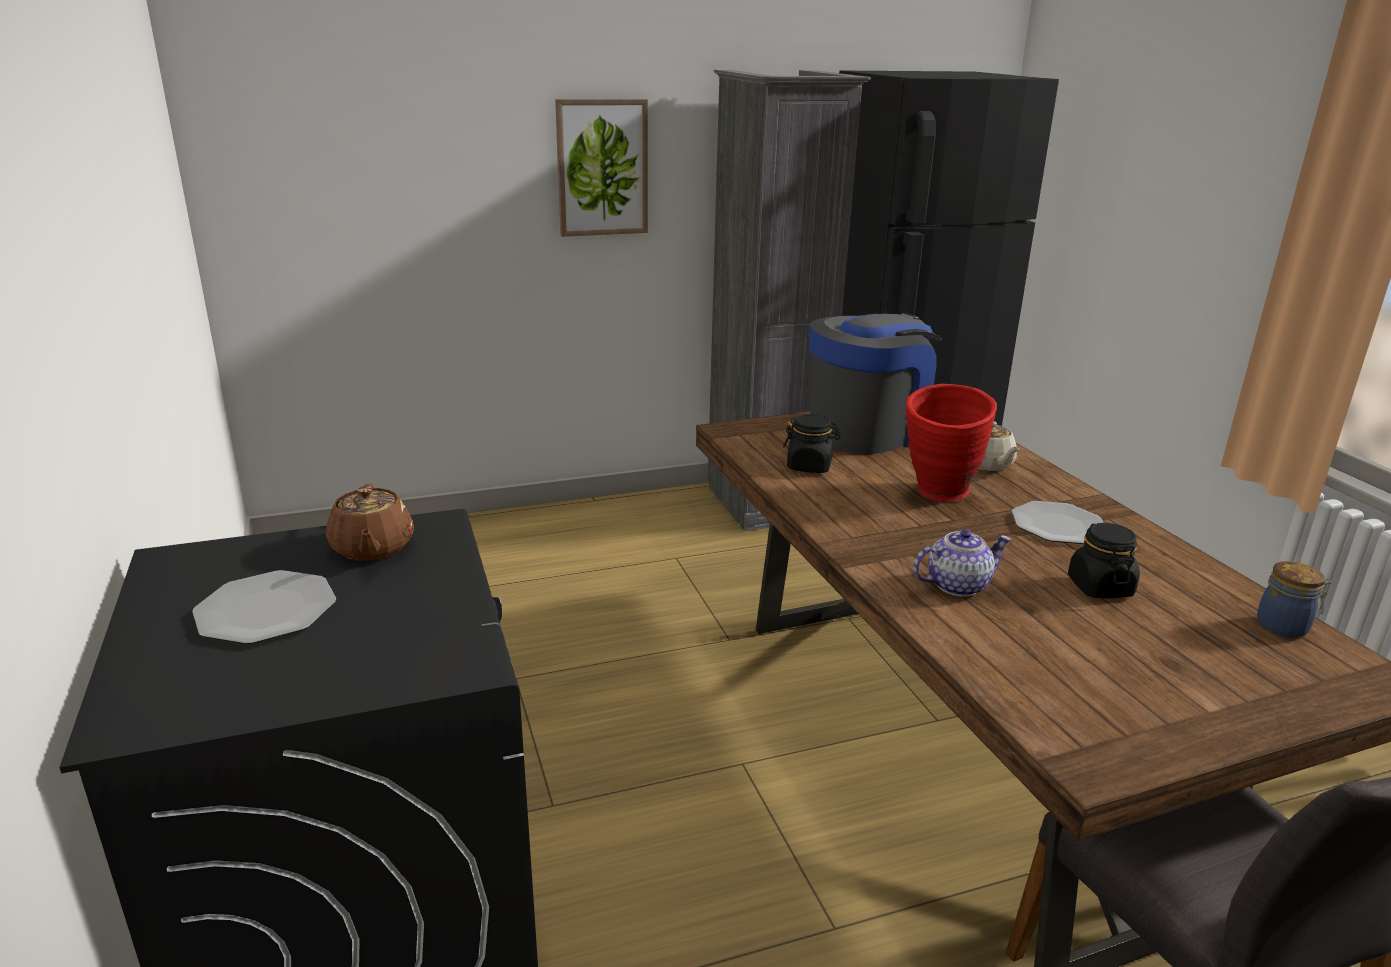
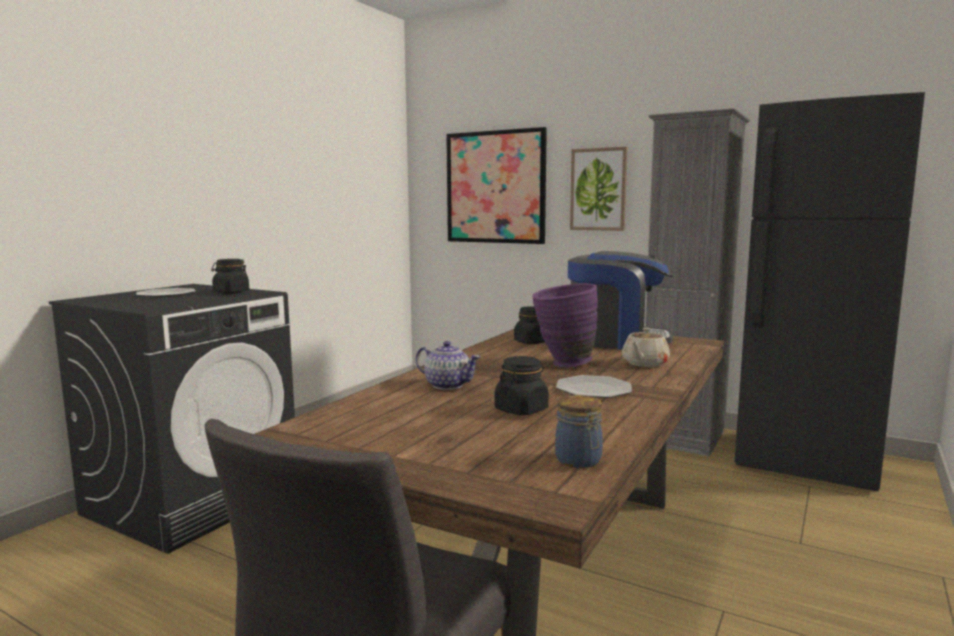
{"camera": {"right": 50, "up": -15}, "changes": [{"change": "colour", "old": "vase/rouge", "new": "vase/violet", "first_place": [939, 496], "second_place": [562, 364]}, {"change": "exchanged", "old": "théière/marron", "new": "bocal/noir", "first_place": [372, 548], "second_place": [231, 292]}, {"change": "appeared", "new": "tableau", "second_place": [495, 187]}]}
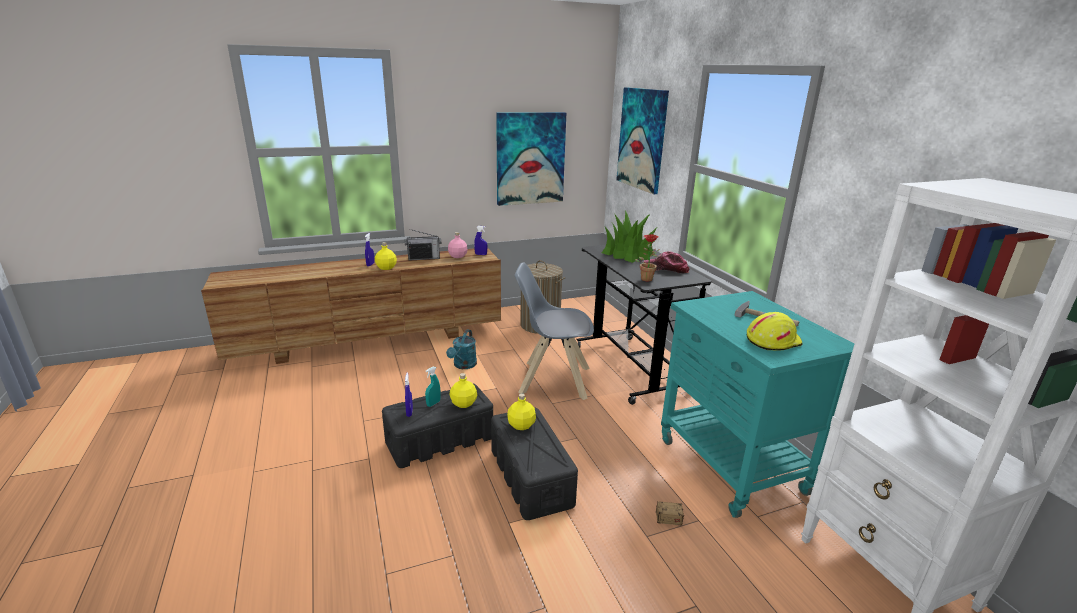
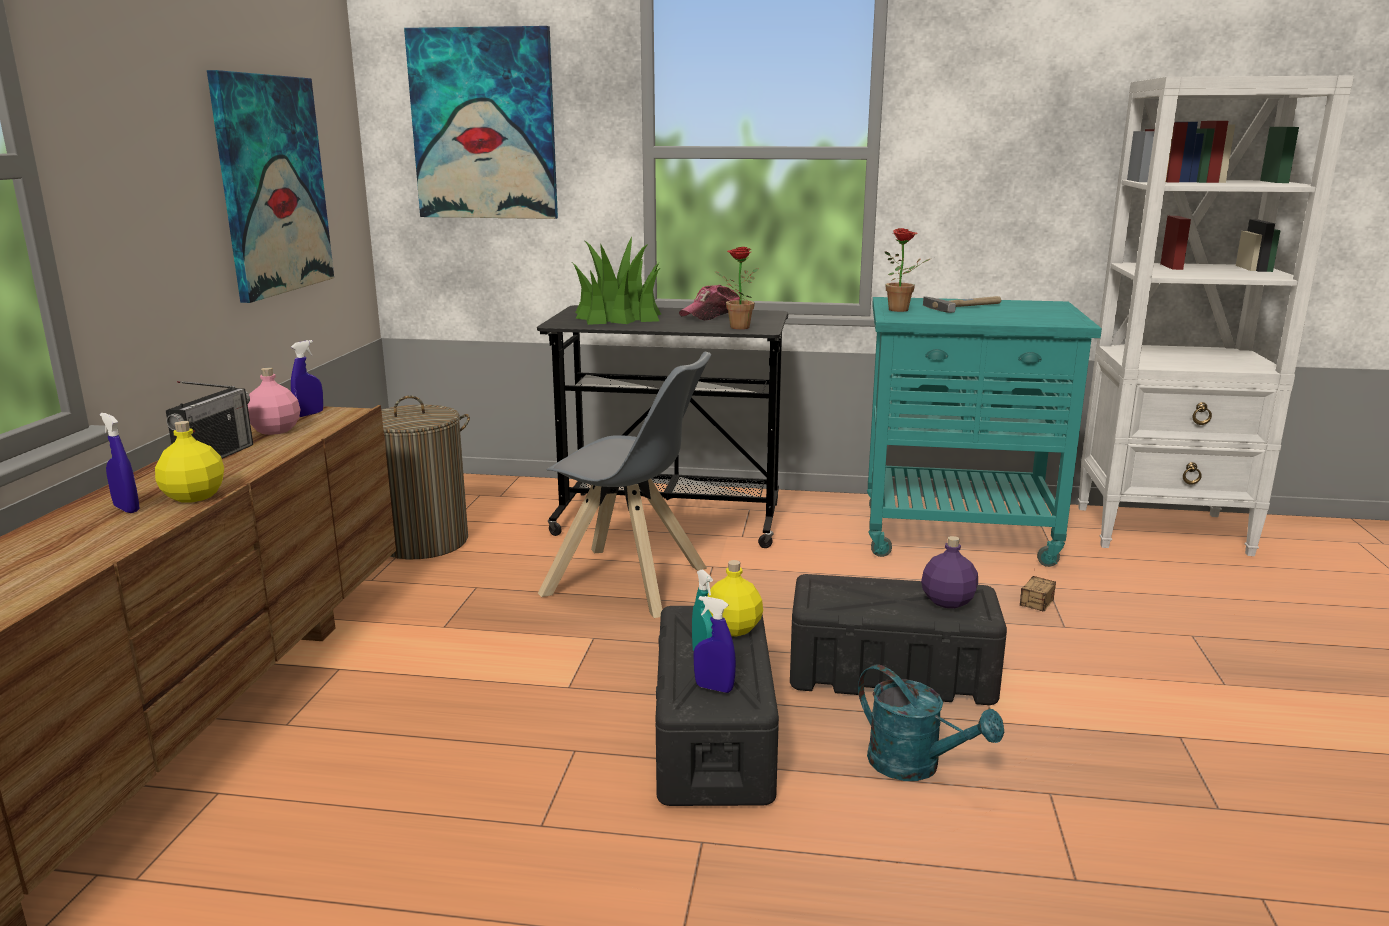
{"camera": {"right": -60, "up": -5}, "changes": [{"change": "spun", "old": "chaise/gris", "first_place": [552, 380], "second_place": [629, 583], "degrees": -105}, {"change": "missing", "old": "casque de chantier/jaune", "first_place": [772, 340]}, {"change": "relocated", "old": "arrosoir/turquoise", "first_place": [463, 365], "second_place": [915, 766]}, {"change": "missing", "old": "bouteille/jaune", "first_place": [521, 425]}, {"change": "appeared", "new": "plante en pot", "second_place": [903, 310]}, {"change": "appeared", "new": "bouteille/violet", "second_place": [948, 601]}]}
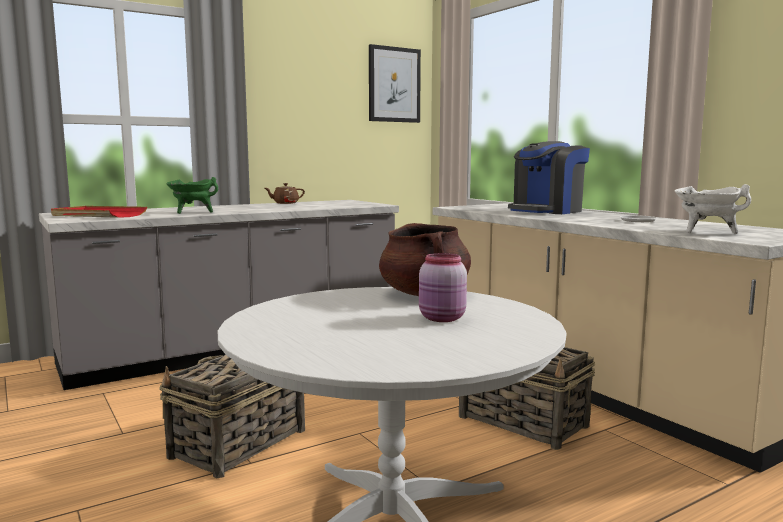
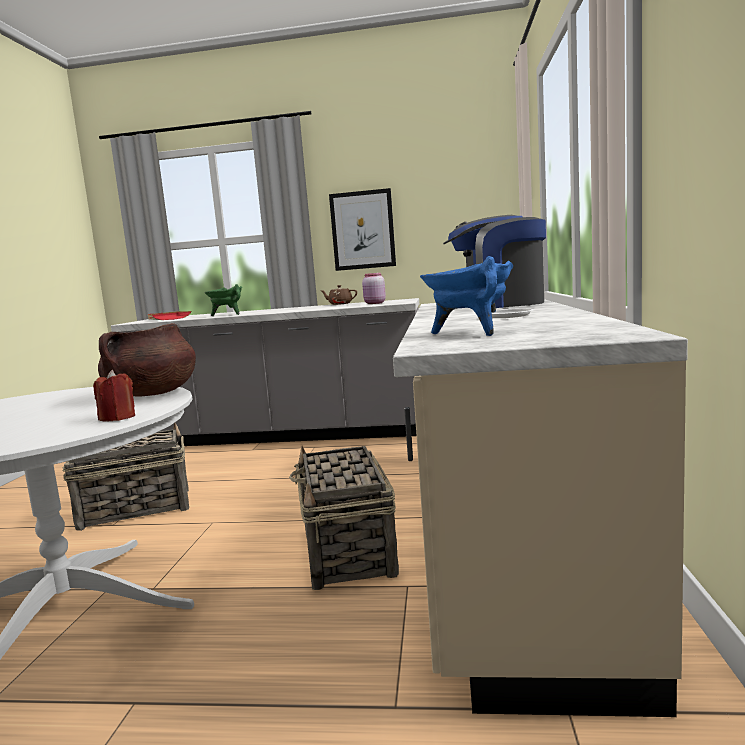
{"camera": {"right": 40, "up": 0}, "changes": [{"change": "relocated", "old": "tableau", "first_place": [394, 85], "second_place": [363, 230]}, {"change": "colour", "old": "marmite/blanc", "new": "marmite/bleu", "first_place": [706, 232], "second_place": [470, 333]}, {"change": "relocated", "old": "bocal/rose", "first_place": [442, 318], "second_place": [374, 303]}, {"change": "appeared", "new": "bougie/rouge", "second_place": [118, 418]}]}
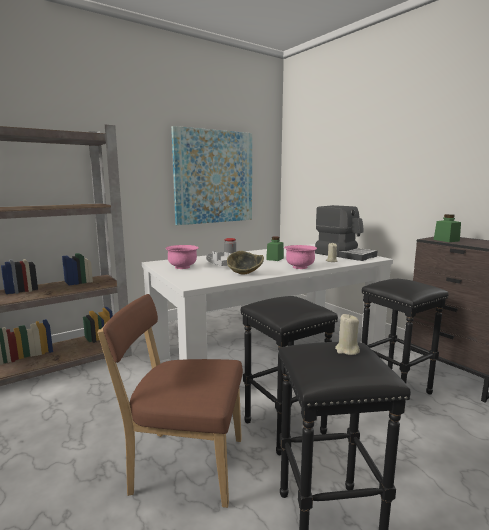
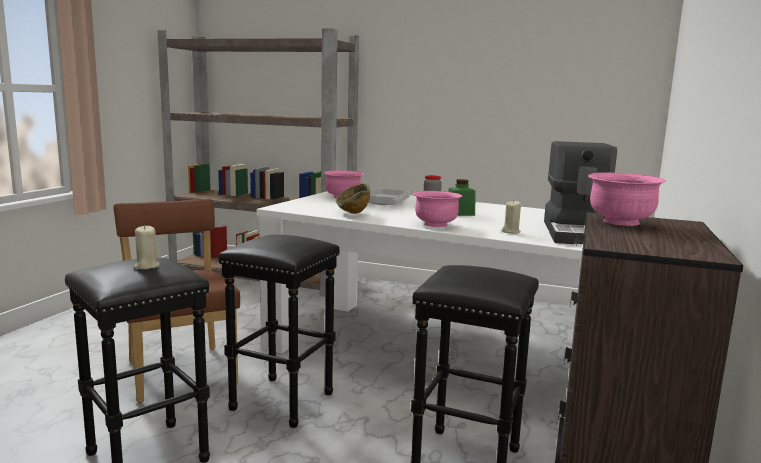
{"camera": {"right": 55, "up": 0}, "changes": [{"change": "missing", "old": "tableau", "first_place": [214, 177]}, {"change": "exchanged", "old": "bocal/vert", "new": "bol/rose", "first_place": [446, 240], "second_place": [620, 222]}]}
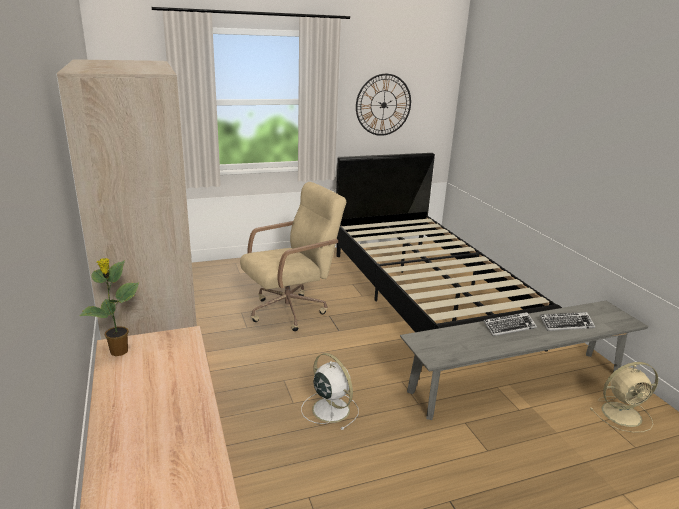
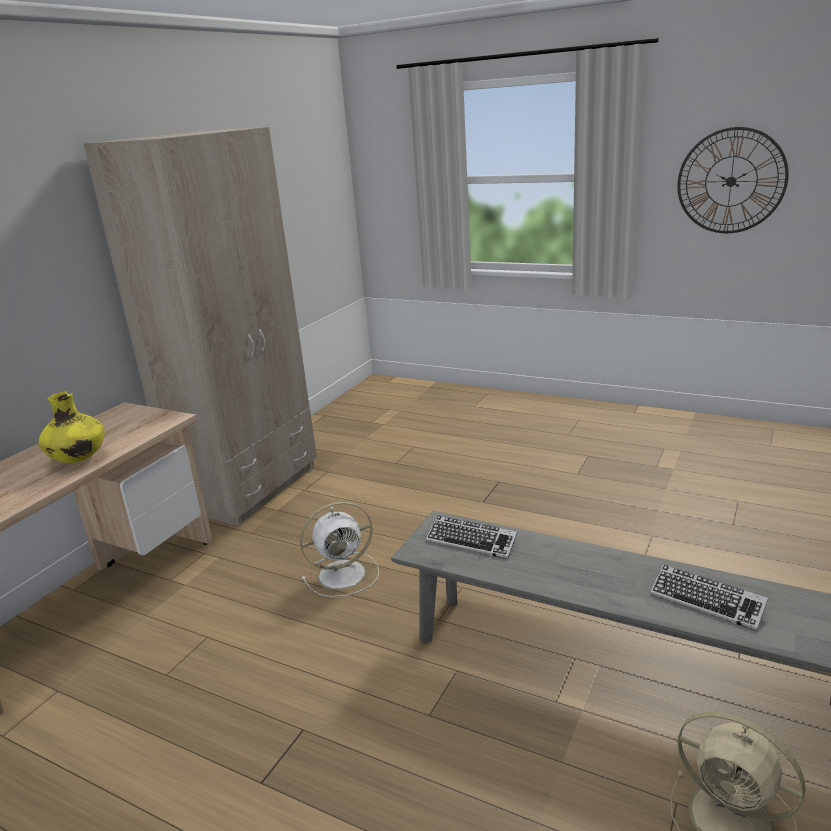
{"camera": {"right": 50, "up": 0}, "changes": [{"change": "missing", "old": "lit/noir", "first_place": [425, 295]}, {"change": "missing", "old": "chaise de bureau/beige", "first_place": [291, 311]}, {"change": "missing", "old": "plante en pot", "first_place": [119, 352]}, {"change": "relocated", "old": "clavier", "first_place": [509, 327], "second_place": [471, 541]}, {"change": "spun", "old": "ventilateur/blanc", "first_place": [329, 409], "second_place": [344, 574], "degrees": 60}, {"change": "appeared", "new": "vase/jaune", "second_place": [79, 459]}]}
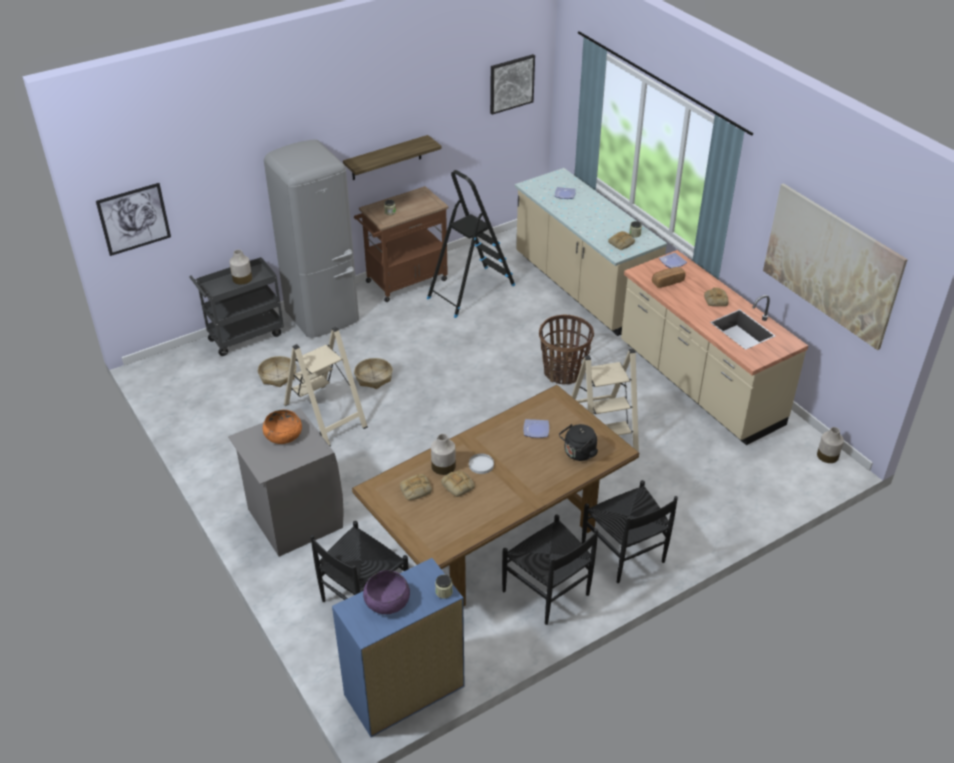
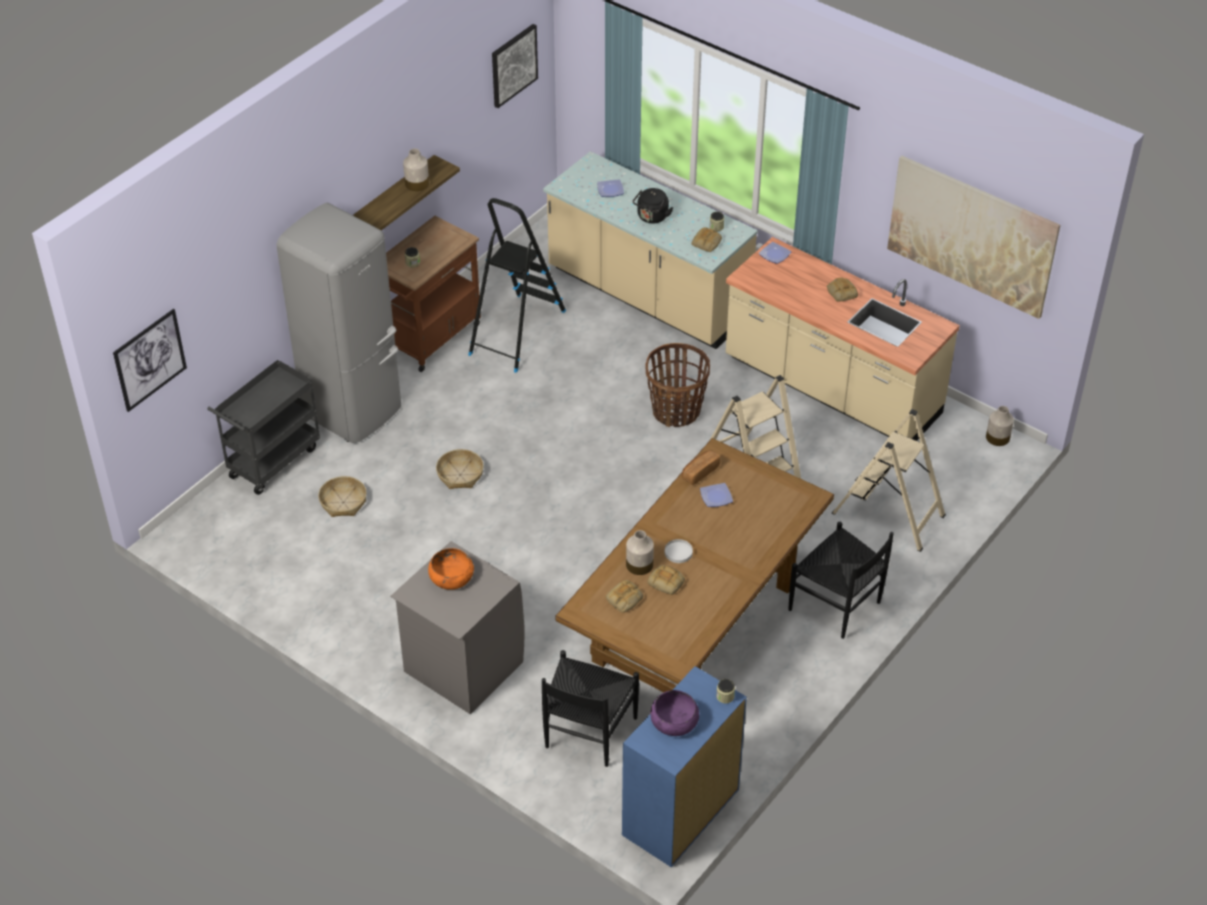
{"camera": {"right": -20, "up": 5}, "changes": [{"change": "relocated", "old": "vase/beige", "first_place": [242, 278], "second_place": [417, 183]}, {"change": "relocated", "old": "pain", "first_place": [667, 282], "second_place": [699, 472]}, {"change": "relocated", "old": "escabeau/beige", "first_place": [325, 416], "second_place": [889, 514]}, {"change": "relocated", "old": "bouilloire/noir", "first_place": [578, 454], "second_place": [652, 217]}, {"change": "missing", "old": "chaise/noir", "first_place": [548, 592]}]}
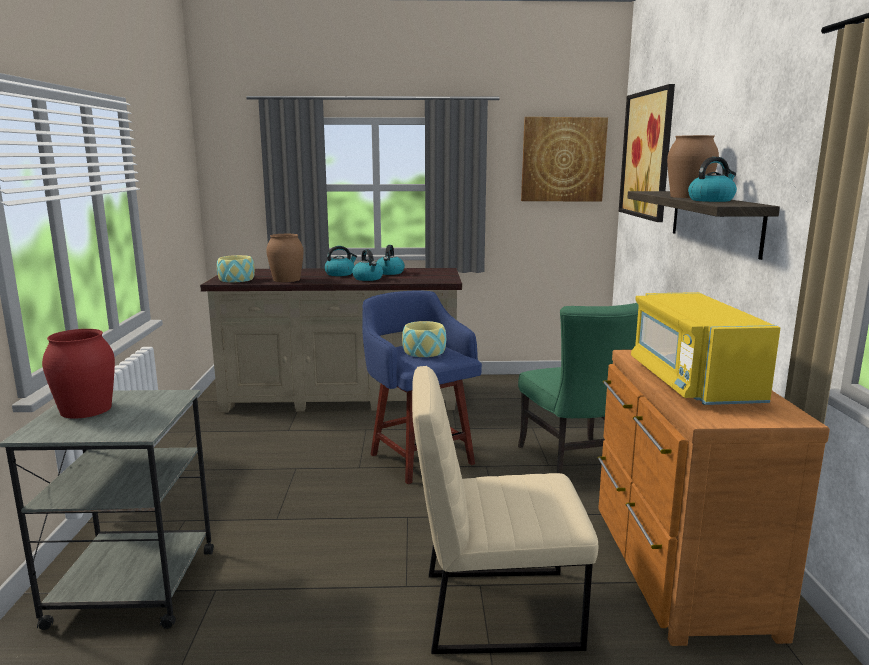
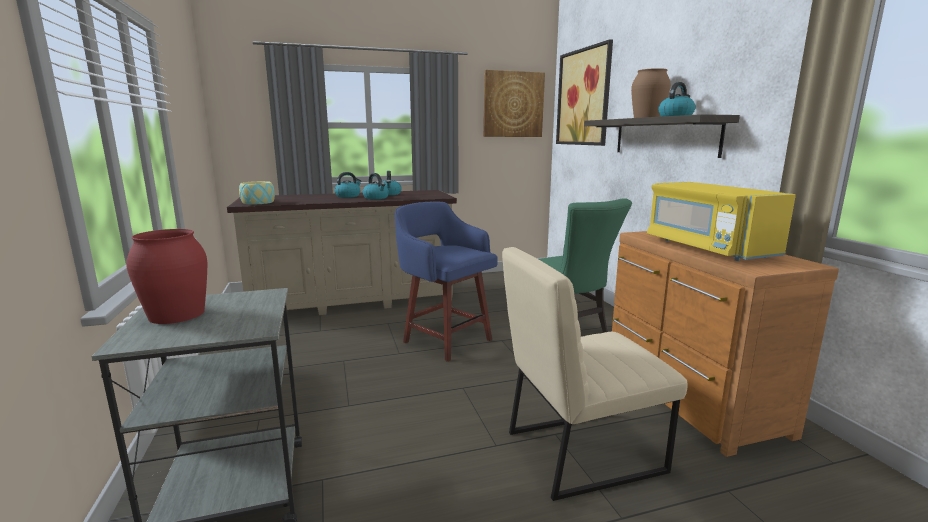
{"camera": {"right": -15, "up": 0}, "changes": [{"change": "missing", "old": "vase/marron", "first_place": [286, 279]}, {"change": "missing", "old": "bol", "first_place": [423, 351]}]}
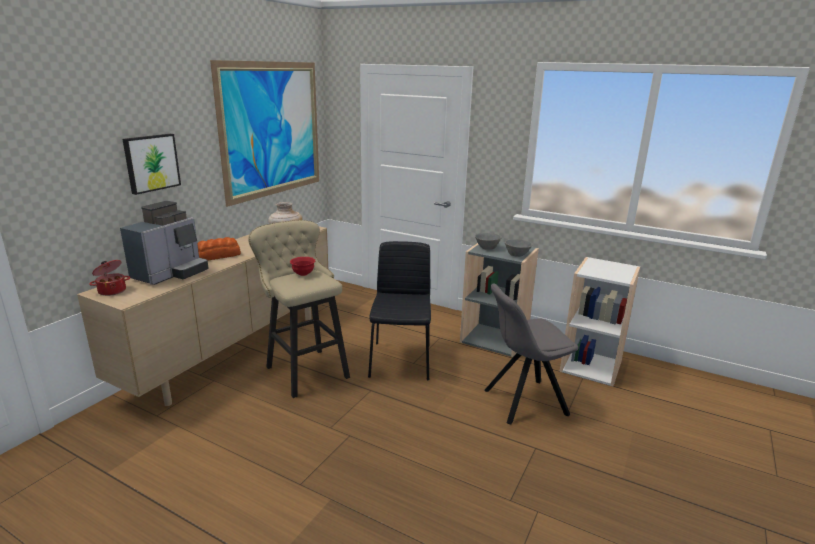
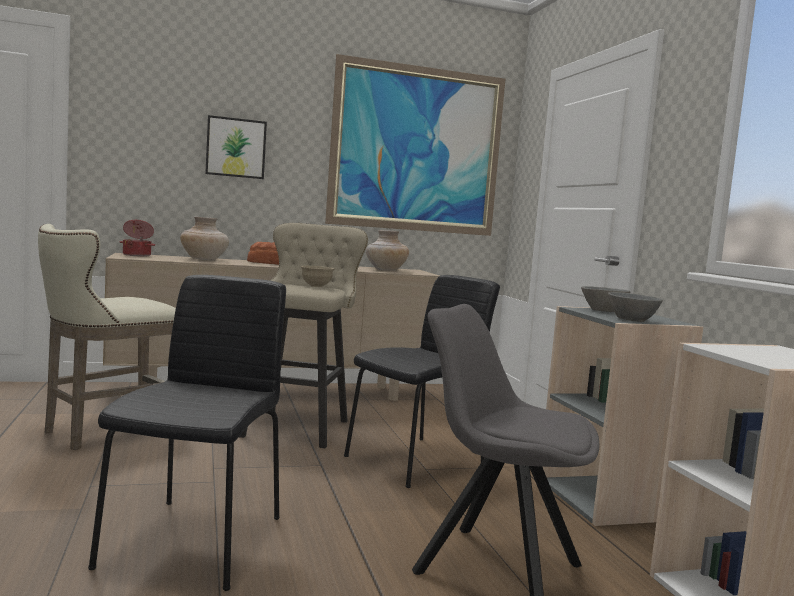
{"camera": {"right": 45, "up": -15}, "changes": [{"change": "exchanged", "old": "machine à café", "new": "vase/beige", "first_place": [171, 273], "second_place": [204, 260]}, {"change": "colour", "old": "bol/rouge", "new": "bol/beige", "first_place": [303, 274], "second_place": [316, 286]}, {"change": "appeared", "new": "tabouret/beige", "second_place": [106, 431]}, {"change": "appeared", "new": "chaise/noir", "second_place": [196, 538]}]}
